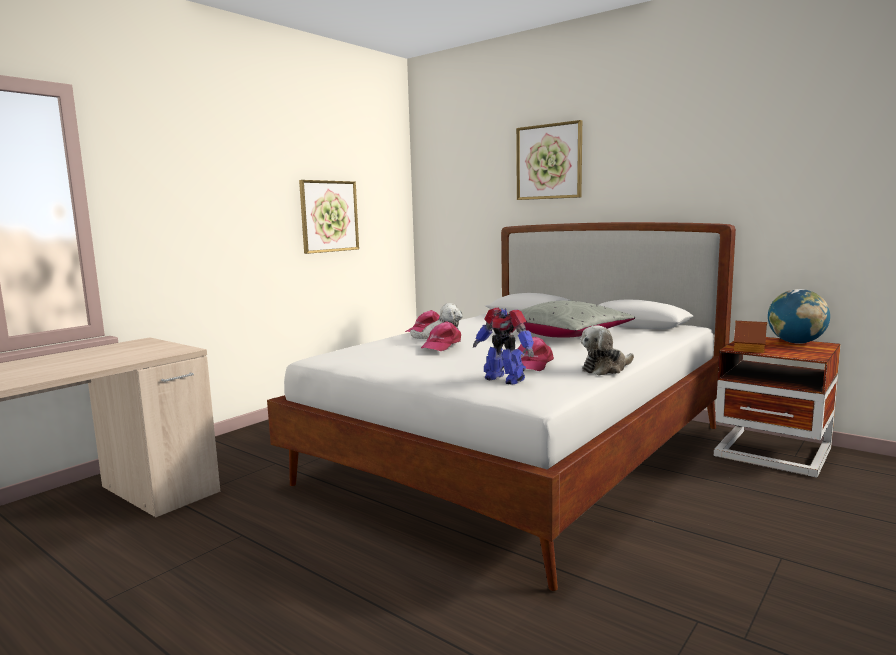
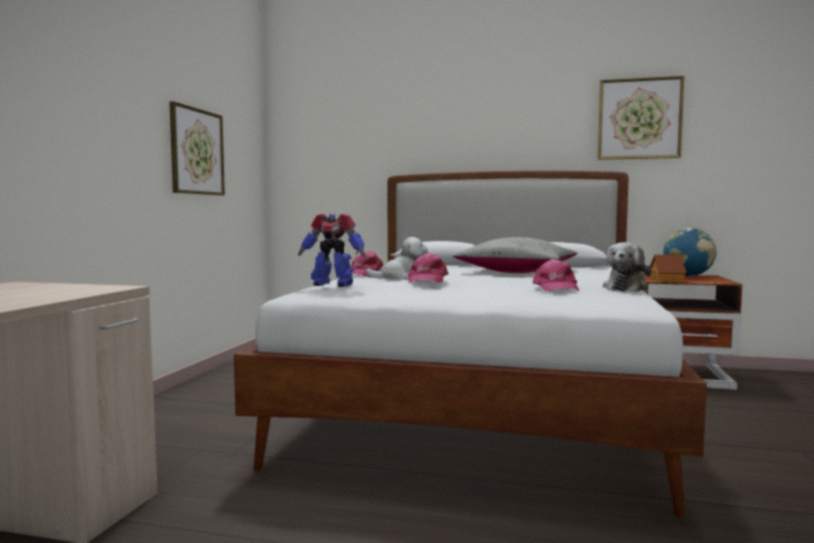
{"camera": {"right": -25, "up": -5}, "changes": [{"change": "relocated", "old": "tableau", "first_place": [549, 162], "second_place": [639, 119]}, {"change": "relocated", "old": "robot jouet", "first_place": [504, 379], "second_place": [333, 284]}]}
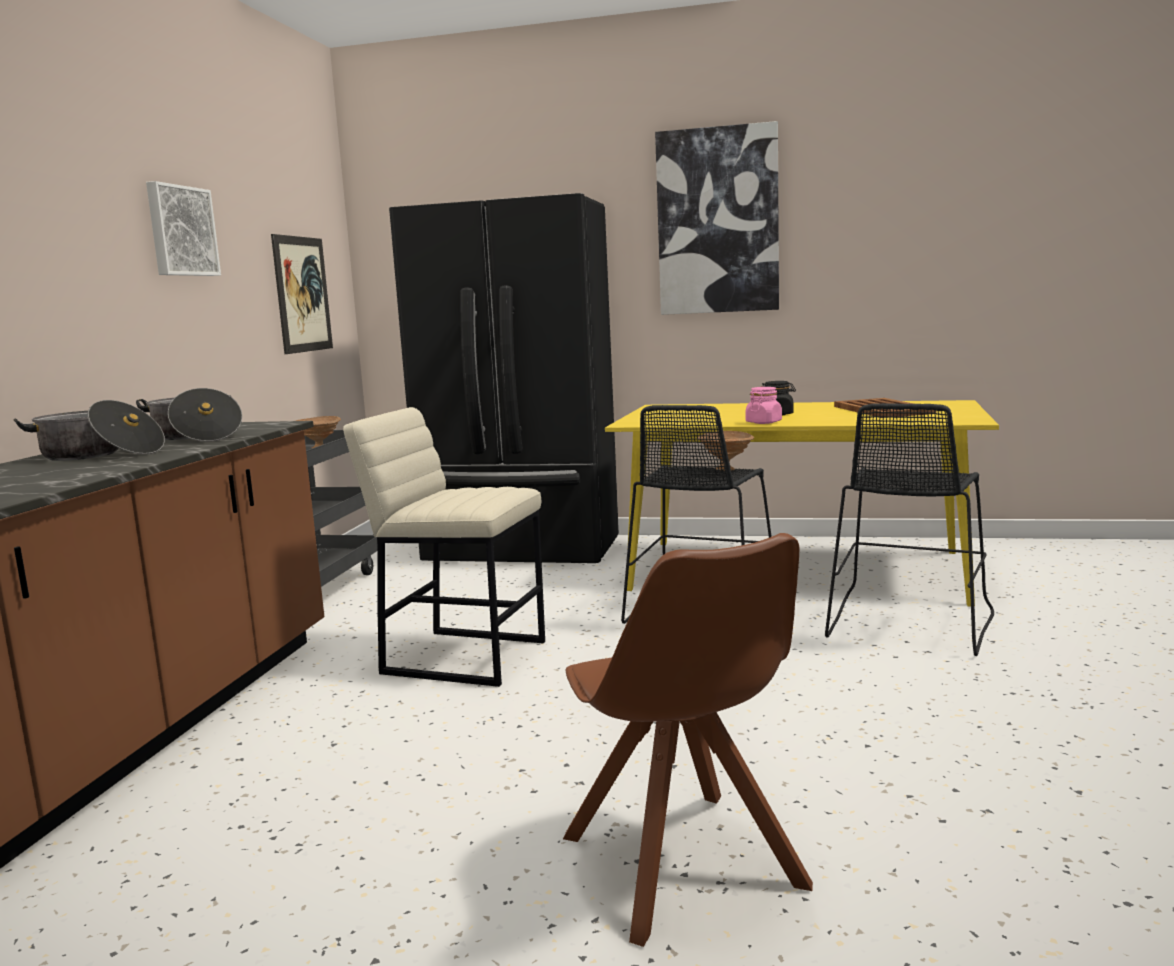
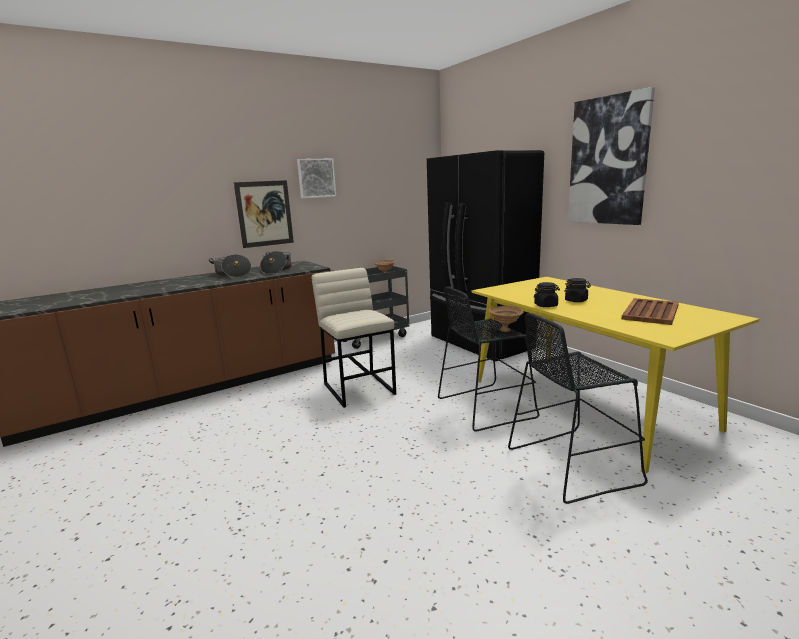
{"camera": {"right": 45, "up": 5}, "changes": [{"change": "relocated", "old": "tableau", "first_place": [302, 294], "second_place": [264, 213]}, {"change": "colour", "old": "bocal/rose", "new": "bocal/noir", "first_place": [763, 422], "second_place": [546, 305]}, {"change": "missing", "old": "chaise/marron", "first_place": [684, 866]}]}
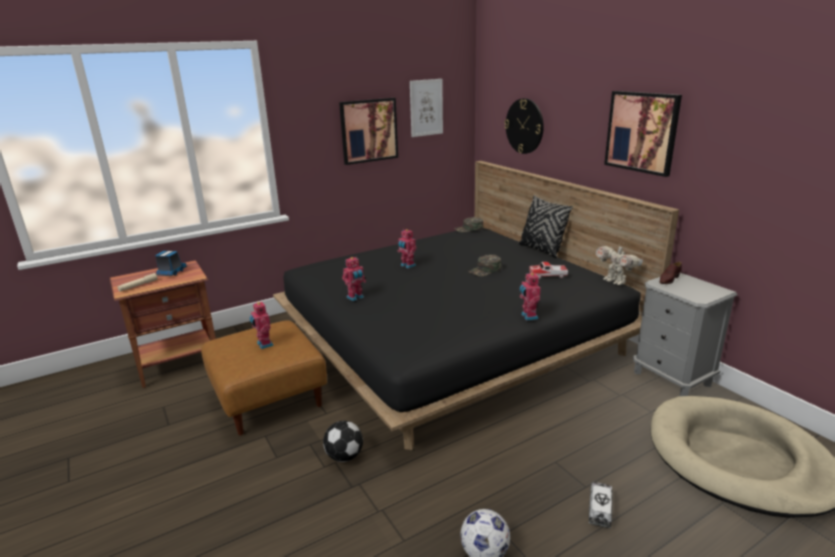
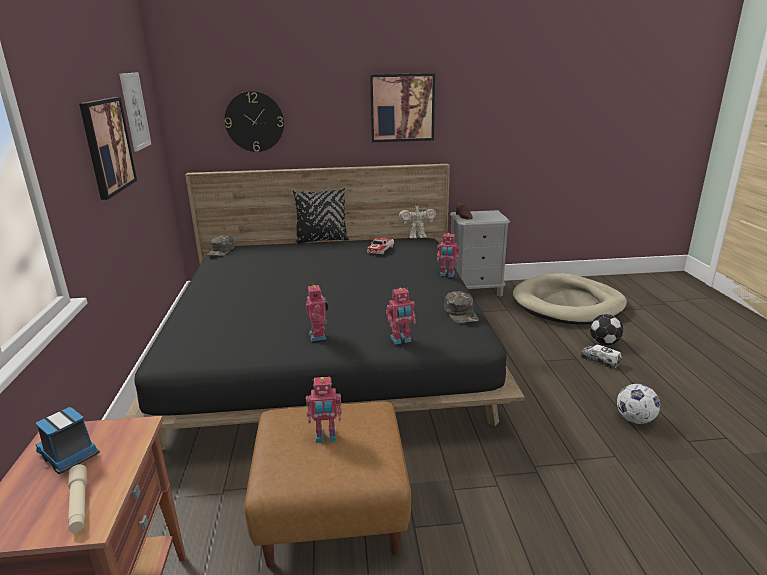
{"camera": {"right": -65, "up": 0}, "changes": [{"change": "relocated", "old": "robot jouet", "first_place": [407, 265], "second_place": [401, 340]}, {"change": "relocated", "old": "casquette/vert", "first_place": [485, 270], "second_place": [461, 313]}, {"change": "relocated", "old": "ballon de foot", "first_place": [344, 456], "second_place": [604, 343]}]}
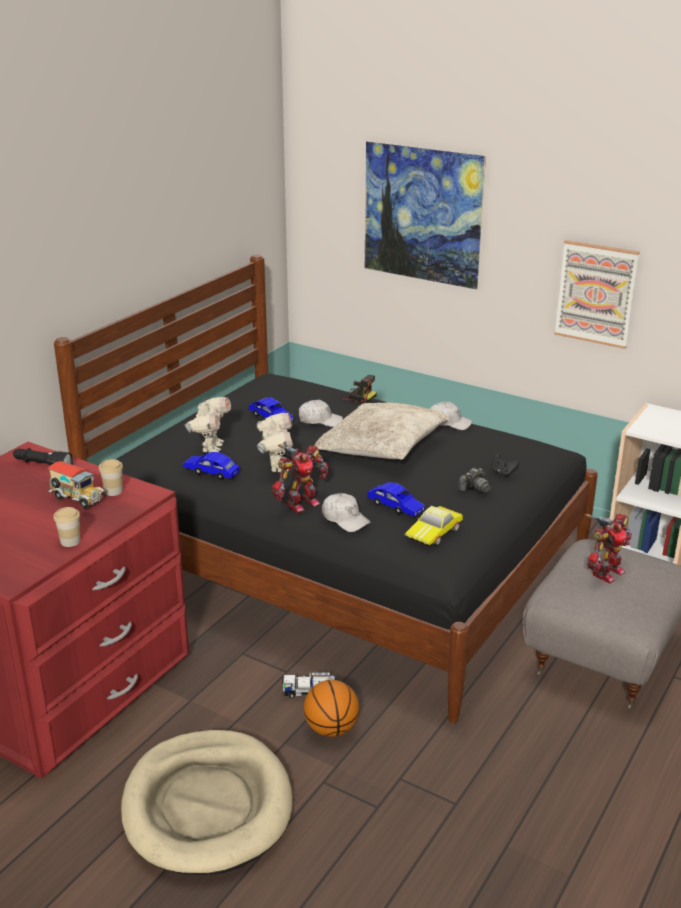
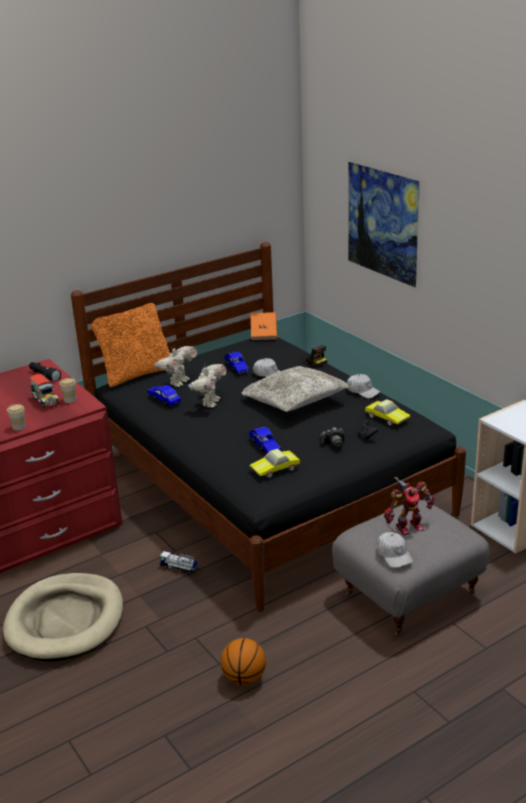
{"camera": {"right": 25, "up": 0}, "changes": [{"change": "missing", "old": "tableau", "first_place": [596, 293]}, {"change": "missing", "old": "robot jouet", "first_place": [300, 503]}, {"change": "relocated", "old": "casquette/blanc", "first_place": [345, 519], "second_place": [394, 555]}, {"change": "relocated", "old": "ballon de basket", "first_place": [331, 728], "second_place": [244, 678]}, {"change": "appeared", "new": "coussin/orange", "second_place": [136, 372]}, {"change": "appeared", "new": "livre/orange", "second_place": [264, 334]}, {"change": "appeared", "new": "petite voiture", "second_place": [387, 417]}]}
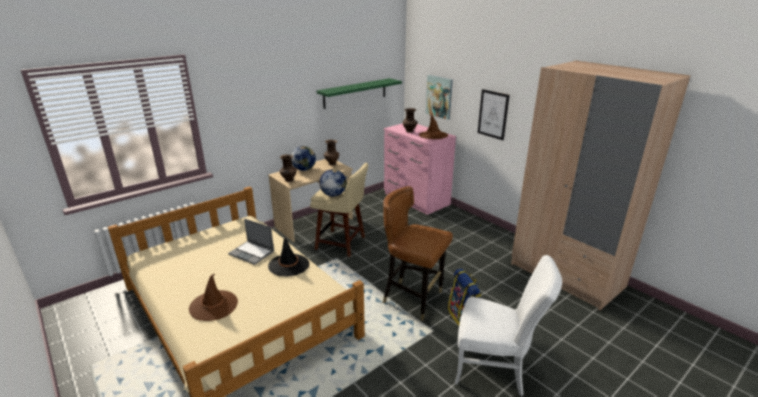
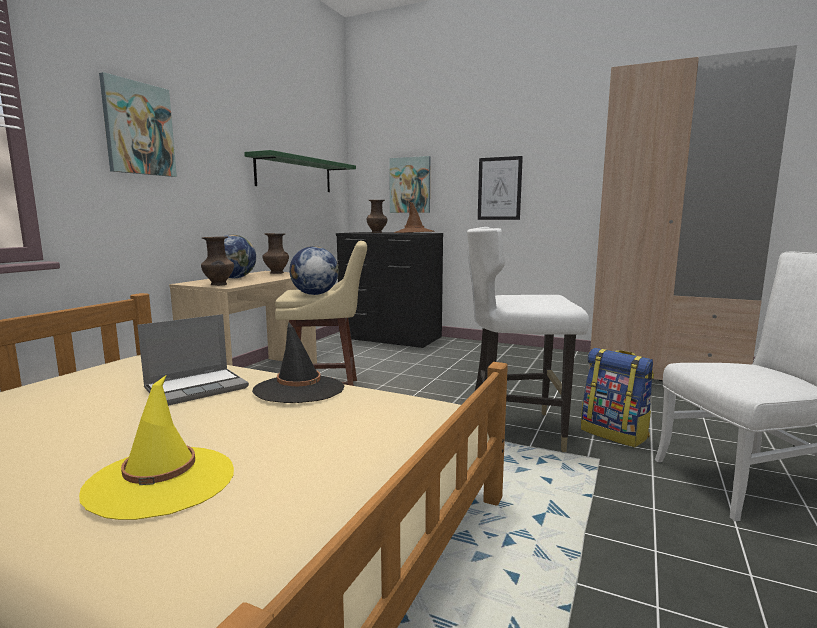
{"camera": {"right": -25, "up": -15}, "changes": [{"change": "colour", "old": "commode/rose", "new": "commode/noir", "first_place": [416, 199], "second_place": [390, 338]}, {"change": "colour", "old": "chaise/marron", "new": "chaise/blanc", "first_place": [413, 299], "second_place": [516, 430]}, {"change": "spun", "old": "ordinateur portable", "first_place": [252, 253], "second_place": [197, 388], "degrees": -45}, {"change": "colour", "old": "chapeau/marron", "new": "chapeau/jaune", "first_place": [214, 305], "second_place": [162, 481]}, {"change": "appeared", "new": "tableau", "second_place": [138, 129]}]}
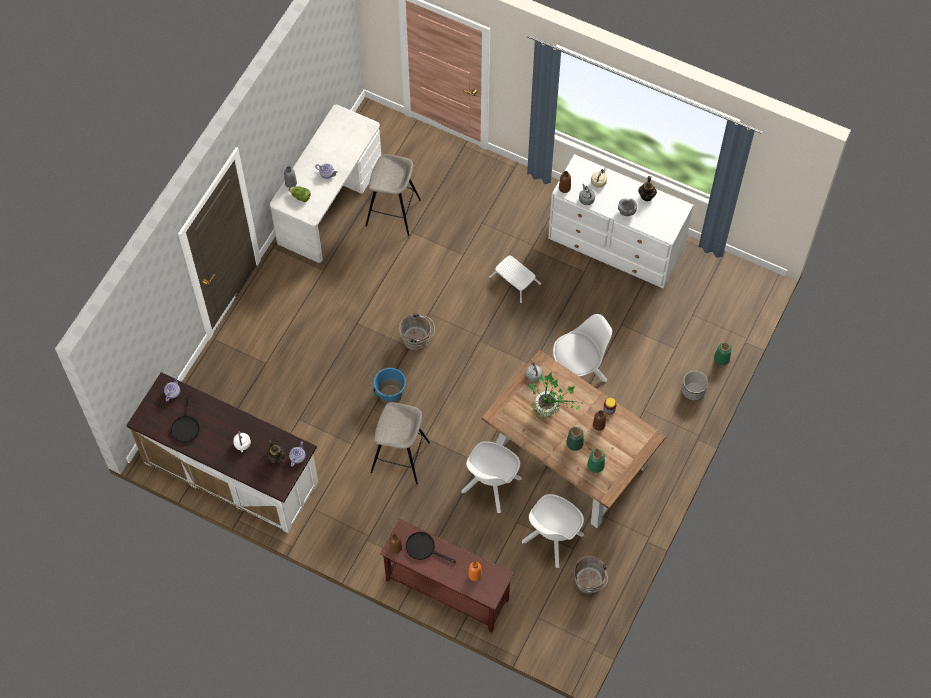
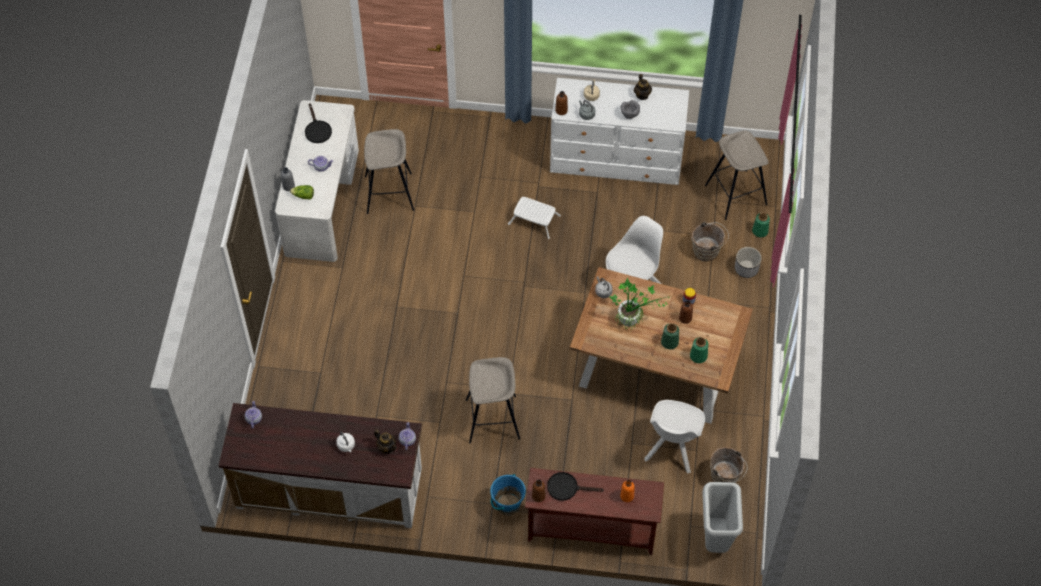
{"camera": {"right": -20, "up": -5}, "changes": [{"change": "relocated", "old": "seau/marron", "first_place": [417, 340], "second_place": [708, 251]}, {"change": "relocated", "old": "seau/bleu", "first_place": [390, 394], "second_place": [507, 504]}, {"change": "relocated", "old": "poêle/noir", "first_place": [185, 426], "second_place": [317, 130]}, {"change": "missing", "old": "chaise/blanc", "first_place": [490, 486]}, {"change": "appeared", "new": "tabouret/gris", "second_place": [735, 194]}, {"change": "appeared", "new": "poubelle/gris", "second_place": [715, 539]}]}
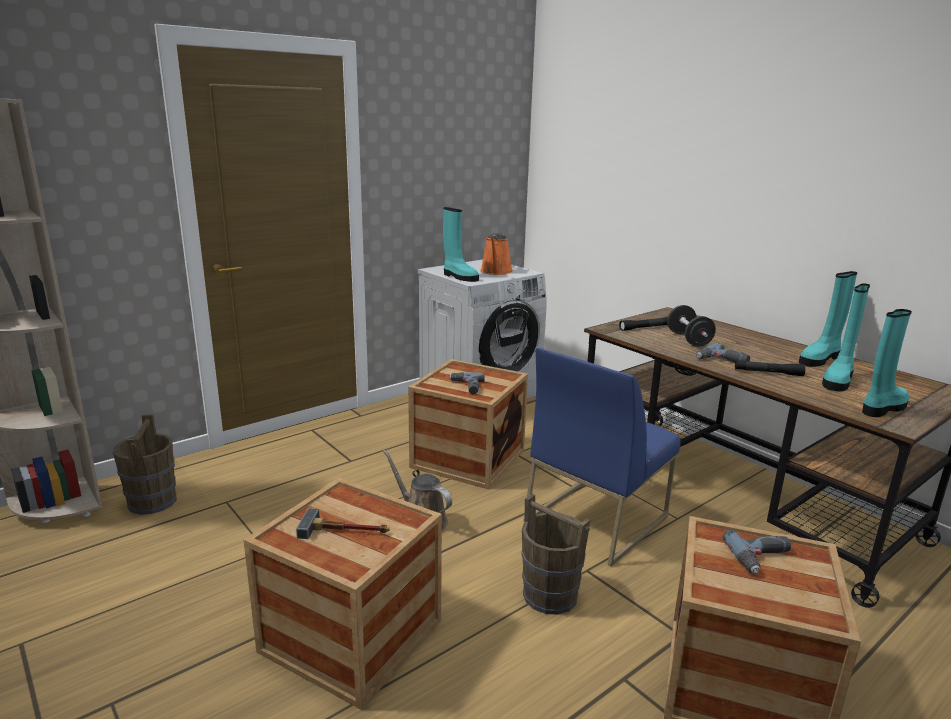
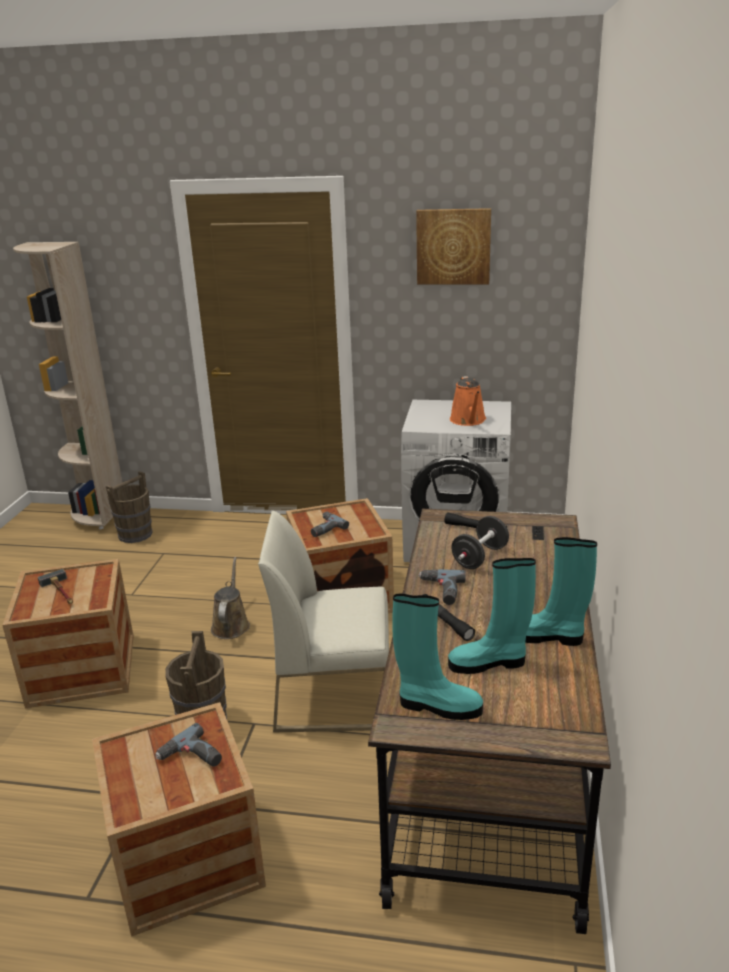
{"camera": {"right": 50, "up": 5}, "changes": [{"change": "missing", "old": "botte/turquoise", "first_place": [459, 277]}, {"change": "spun", "old": "arrosoir/orange", "first_place": [496, 272], "second_place": [468, 420], "degrees": -60}, {"change": "colour", "old": "chaise/bleu", "new": "chaise/blanc", "first_place": [595, 518], "second_place": [334, 695]}, {"change": "appeared", "new": "tableau", "second_place": [453, 246]}]}
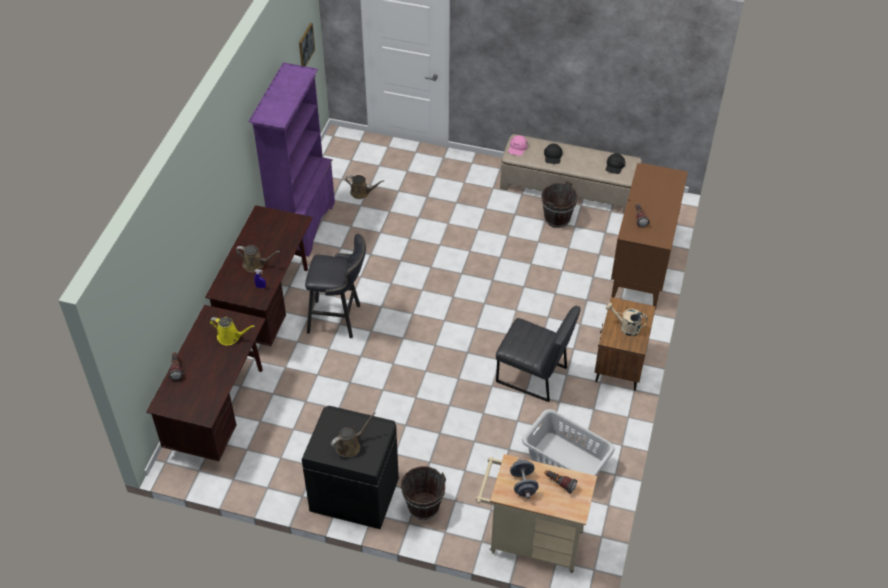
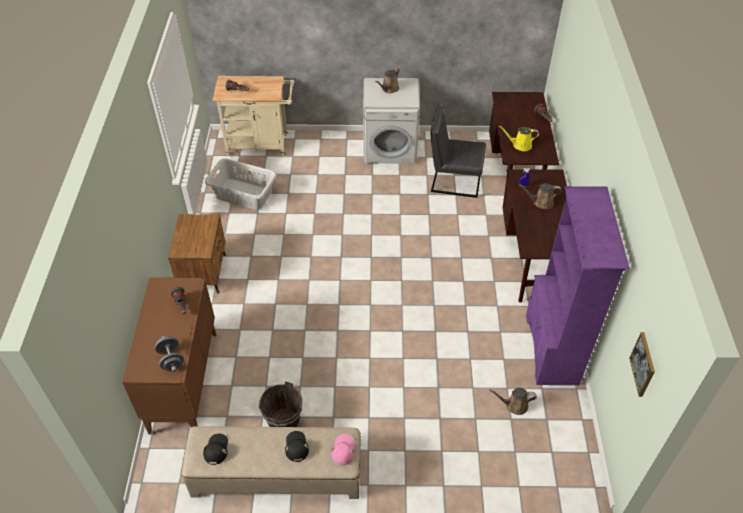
{"camera": {"right": 165, "up": 0}, "changes": [{"change": "missing", "old": "tabouret/noir", "first_place": [341, 319]}, {"change": "missing", "old": "arrosoir/beige", "first_place": [626, 327]}, {"change": "relocated", "old": "chaise/gris", "first_place": [533, 376], "second_place": [454, 181]}, {"change": "colour", "old": "lave-linge/noir", "new": "lave-linge/blanc", "first_place": [354, 491], "second_place": [390, 148]}, {"change": "relocated", "old": "haltère/gris", "first_place": [523, 484], "second_place": [171, 360]}, {"change": "missing", "old": "seau/marron", "first_place": [423, 506]}]}
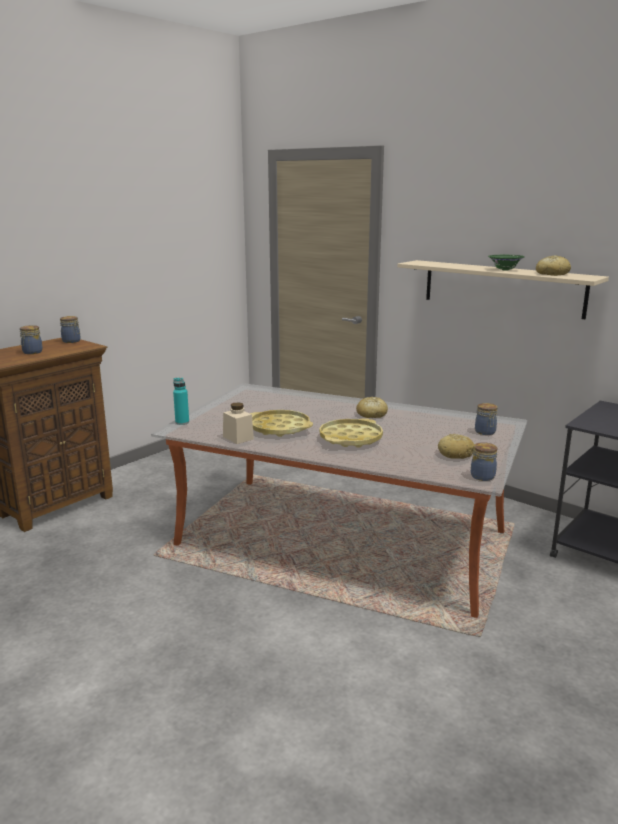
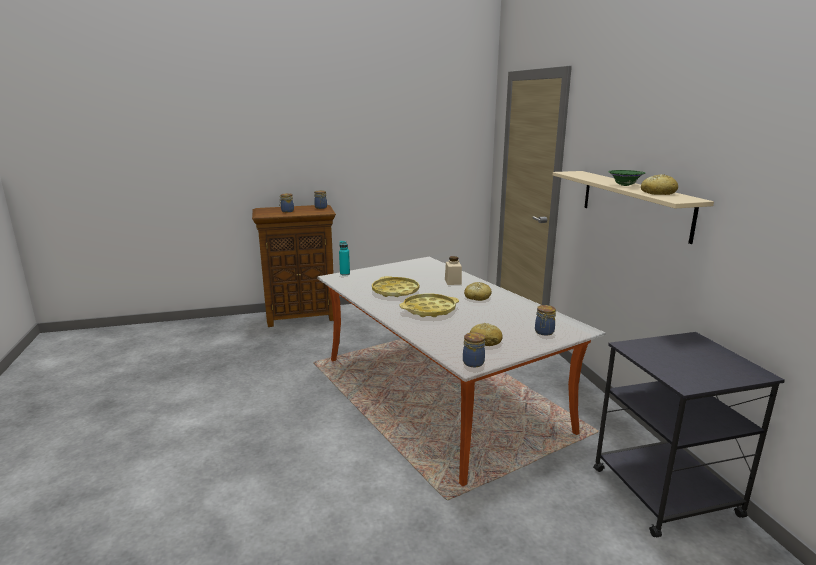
{"camera": {"right": 35, "up": 0}, "changes": [{"change": "relocated", "old": "bocal/beige", "first_place": [238, 438], "second_place": [453, 281]}]}
